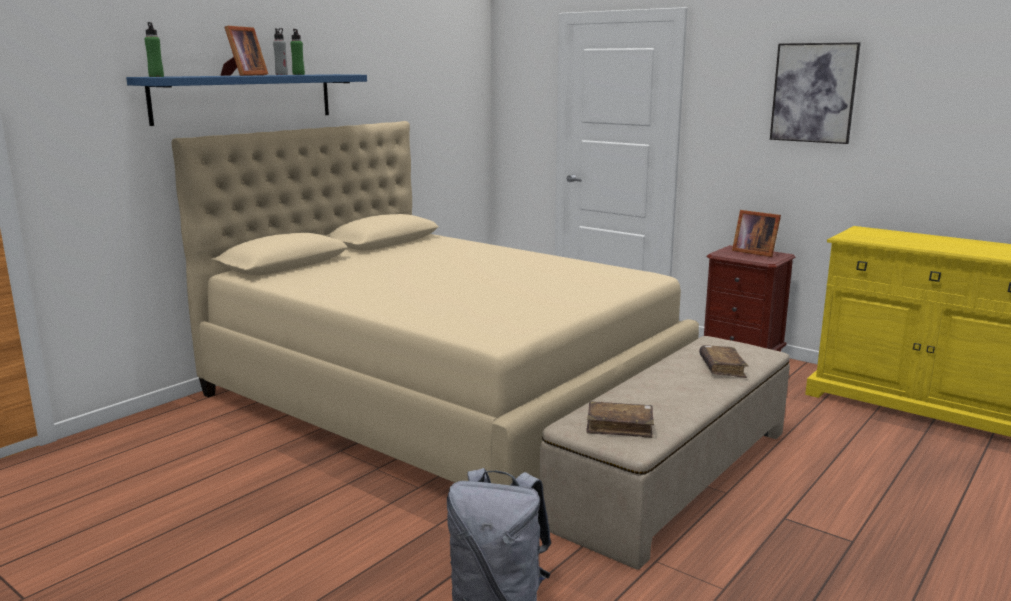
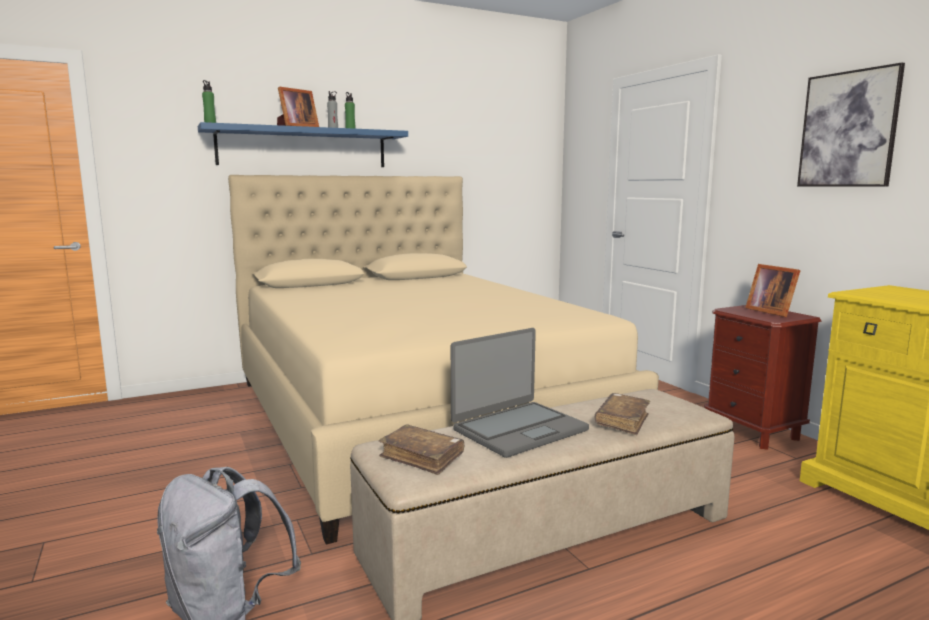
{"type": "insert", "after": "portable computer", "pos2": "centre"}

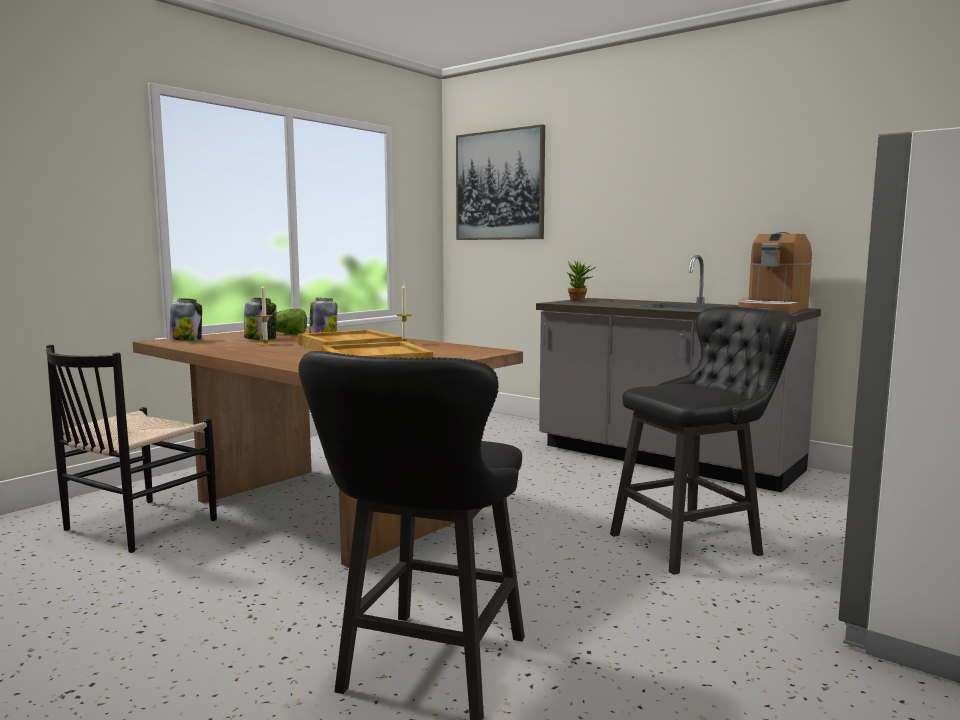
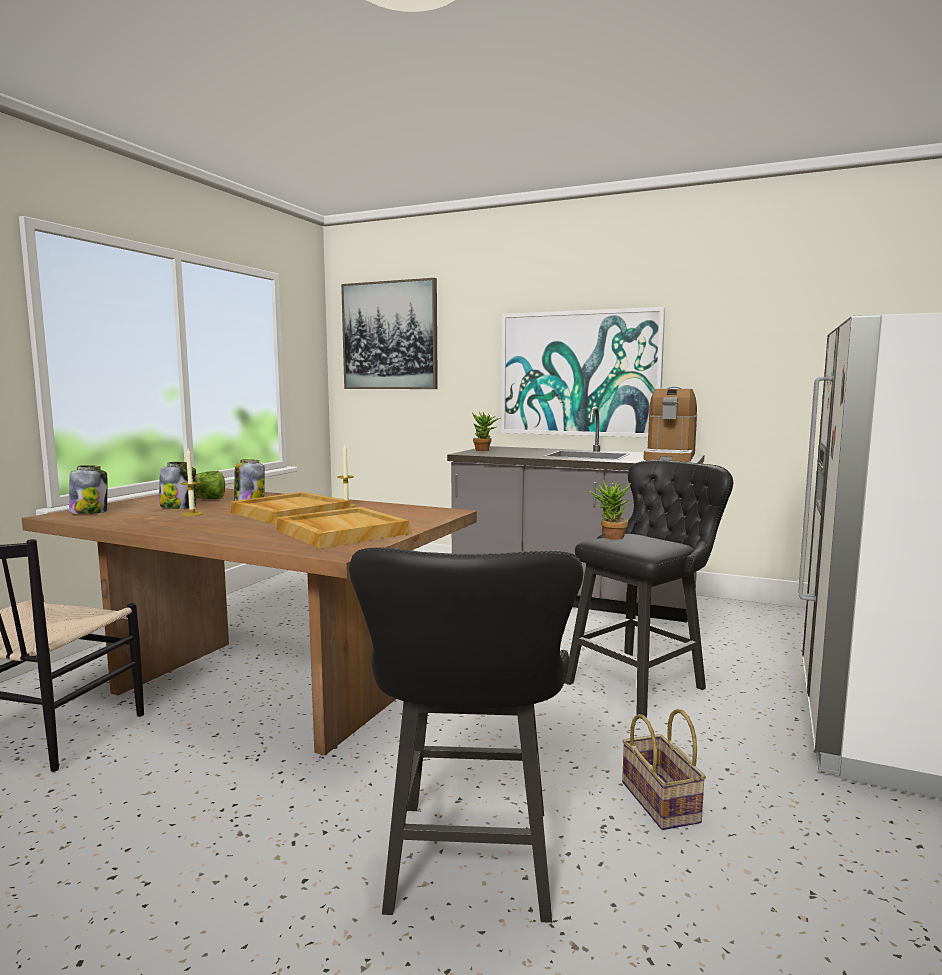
{"type": "insert", "after": "wall picture (2nd from left)", "pos2": "centre"}
{"type": "insert", "after": "potted plant (2nd from left)", "pos2": "centre"}
{"type": "insert", "after": "basket", "pos2": "bottom right"}

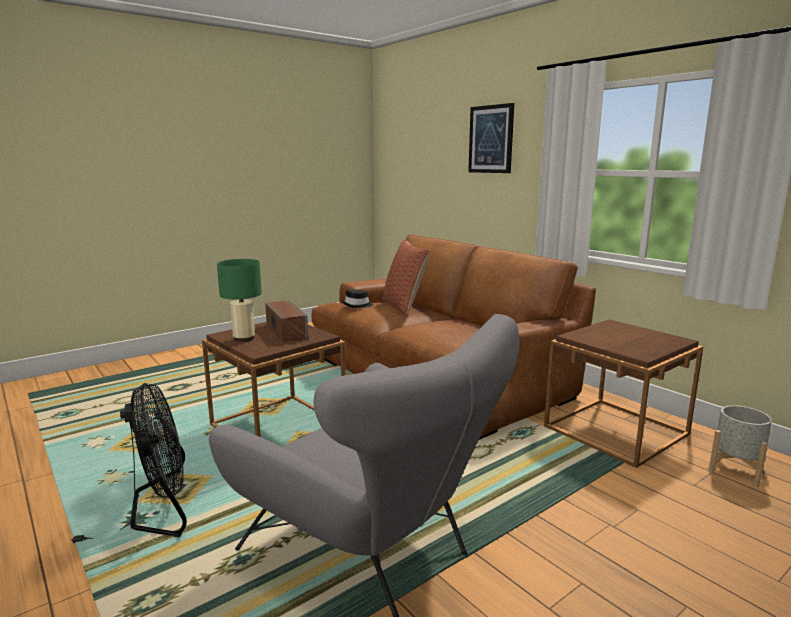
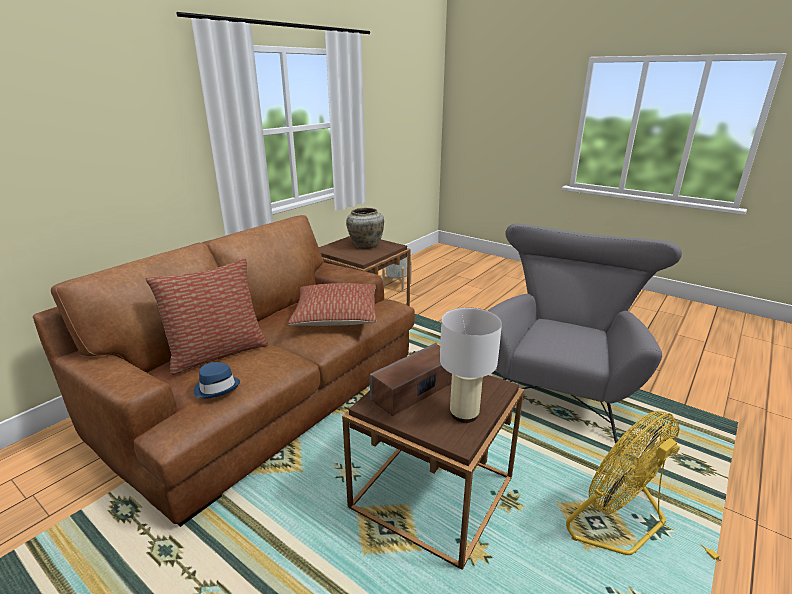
{"type": "recolor", "before": "clothing hat in black-coloured", "after": "clothing hat in blue-coloured", "pos1": "centre", "pos2": "middle left"}
{"type": "insert", "after": "throw pillow (2nd from left)", "pos2": "centre"}
{"type": "insert", "after": "flower vase in beige", "pos2": "centre"}
{"type": "recolor", "before": "lamp for a table in green", "after": "lamp for a table in white", "pos1": "middle left", "pos2": "centre"}
{"type": "recolor", "before": "electric fan in black-coloured", "after": "electric fan in yellowish", "pos1": "bottom left", "pos2": "bottom right"}
{"type": "delete", "before": "wall picture", "pos1": "top centre"}

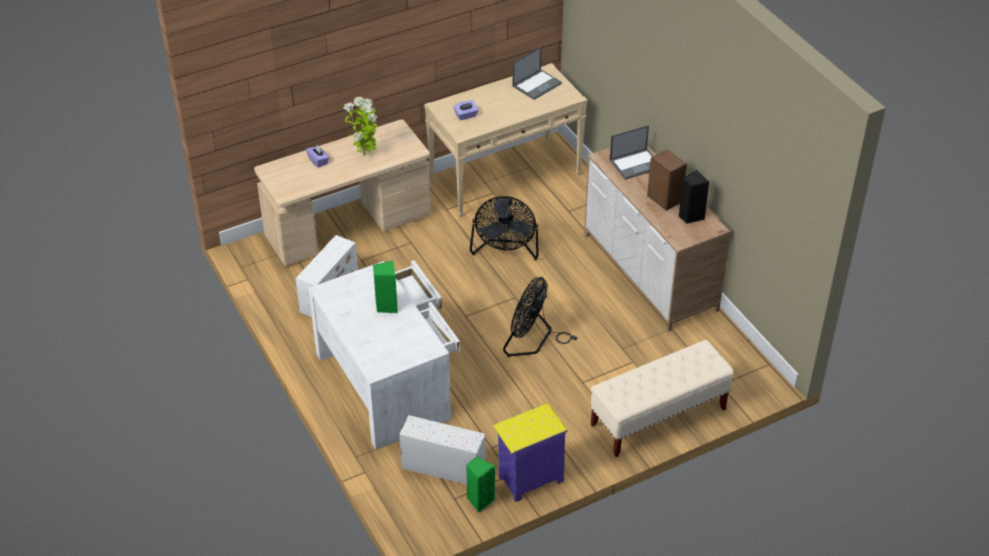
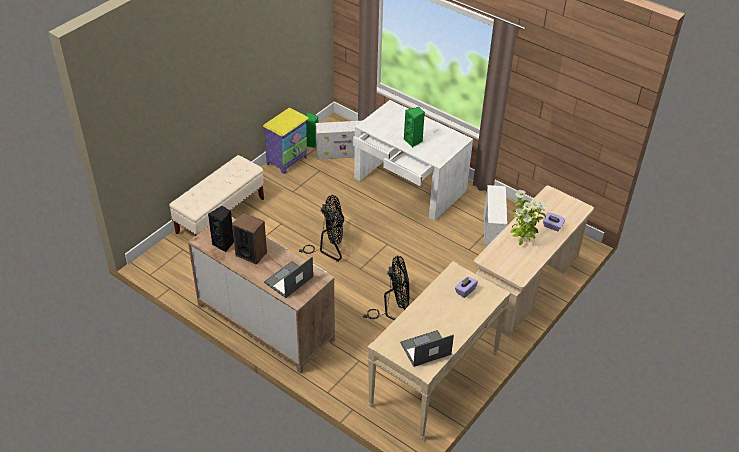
{"type": "rotate", "before": "electric fan in black-coloured (1st from left in the first image)", "pos1": "centre", "pos2": "centre", "turn": 105}
{"type": "rotate", "before": "portable computer (1st from left in the first image)", "pos1": "top centre", "pos2": "bottom centre", "turn": 45}

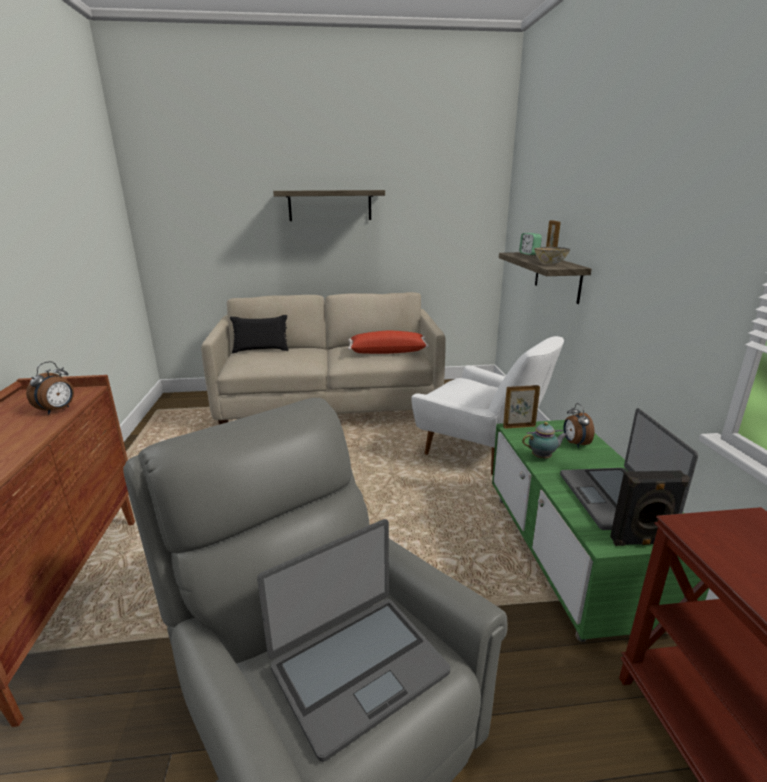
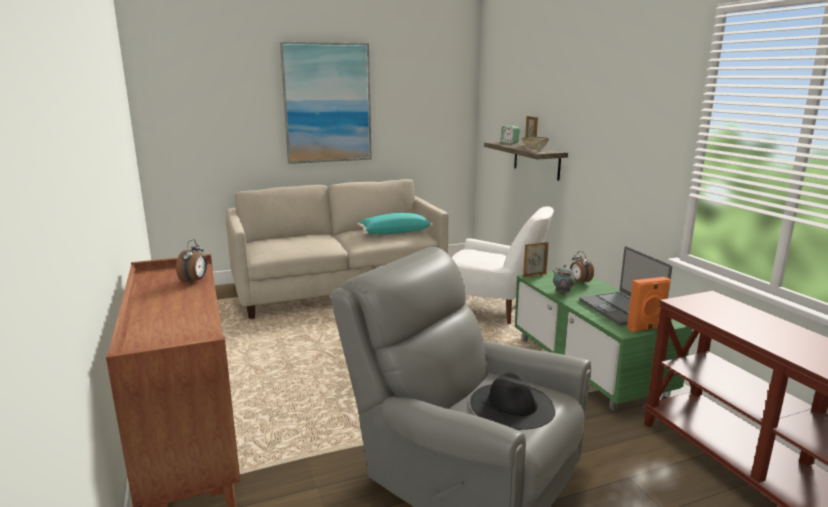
{"type": "replace", "before": "wall shelf (1st from left)", "after": "wall picture", "pos1": "top centre", "pos2": "top centre"}
{"type": "recolor", "before": "throw pillow in reddish", "after": "throw pillow in turquoise", "pos1": "centre", "pos2": "centre"}
{"type": "replace", "before": "portable computer (1st from left)", "after": "clothing hat in black-coloured", "pos1": "bottom centre", "pos2": "bottom centre"}
{"type": "rotate", "before": "tea pot", "pos1": "middle right", "pos2": "middle right", "turn": -90}
{"type": "recolor", "before": "audio speaker in black-coloured", "after": "audio speaker in orange-coloured", "pos1": "middle right", "pos2": "middle right"}
{"type": "delete", "before": "throw pillow in black-coloured", "pos1": "centre"}

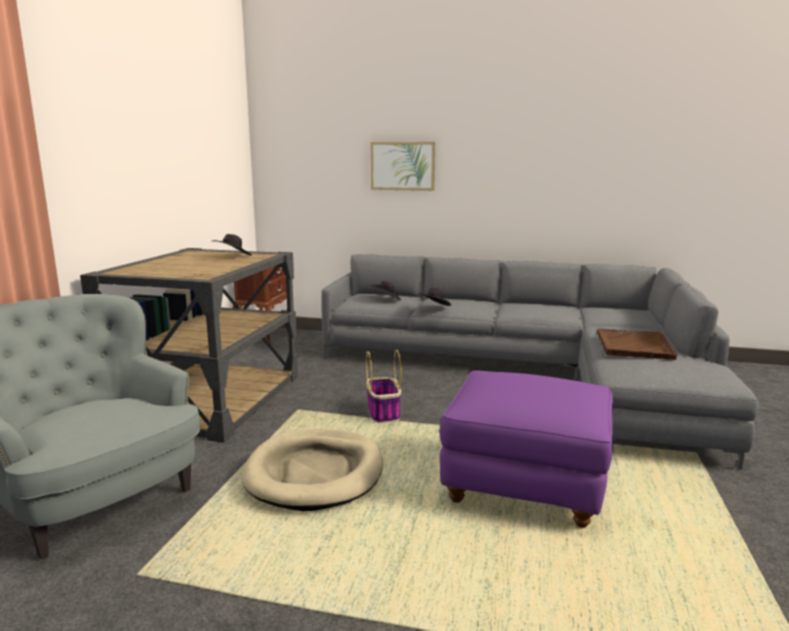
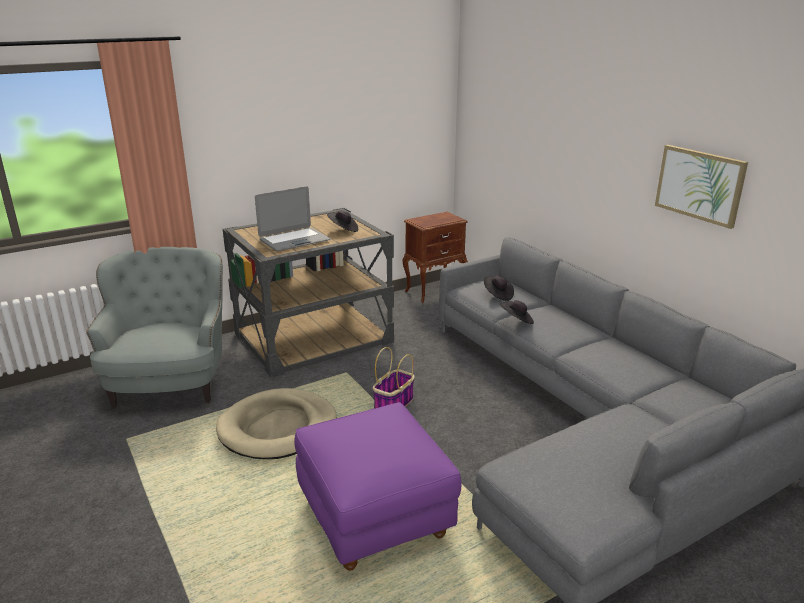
{"type": "insert", "after": "portable computer", "pos2": "centre"}
{"type": "move", "before": "wall picture", "pos1": "top centre", "pos2": "top right"}
{"type": "delete", "before": "serving tray in brown-coloured", "pos1": "middle right"}

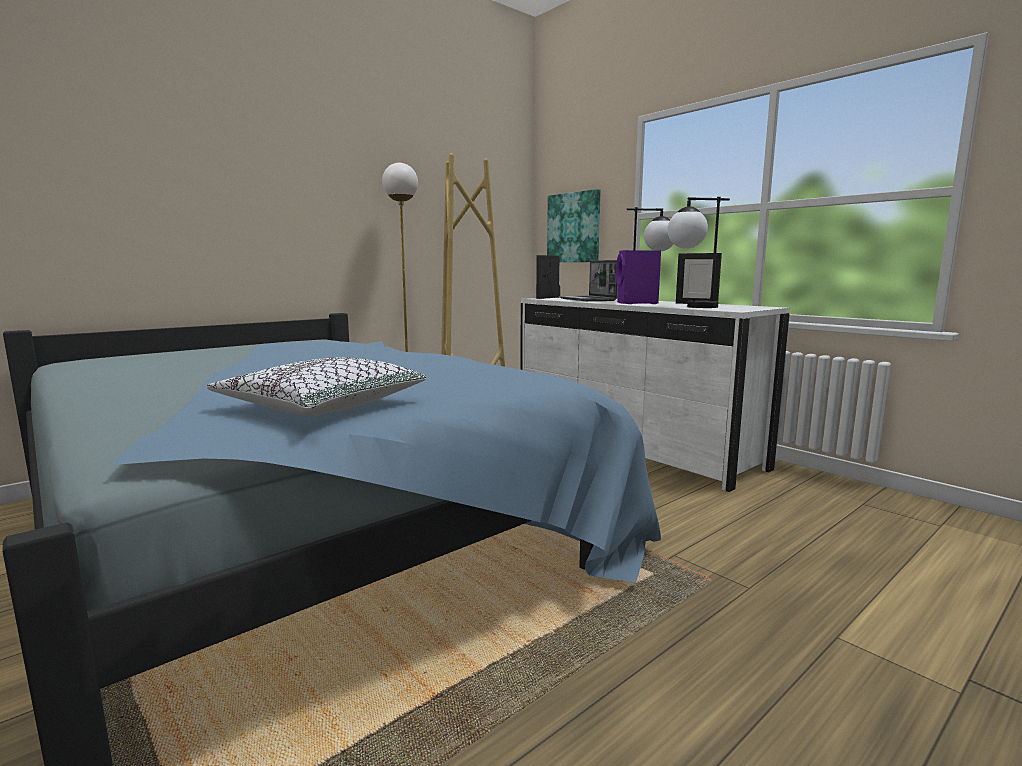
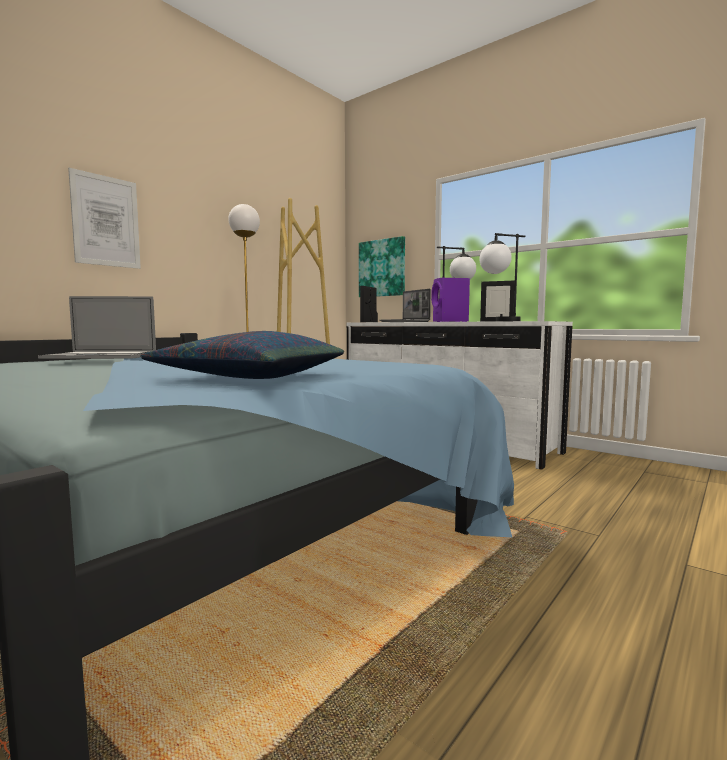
{"type": "insert", "after": "portable computer (1st from left)", "pos2": "middle left"}
{"type": "insert", "after": "wall picture (1st from left)", "pos2": "top left"}
{"type": "recolor", "before": "throw pillow in white", "after": "throw pillow in blue-coloured", "pos1": "middle left", "pos2": "middle left"}

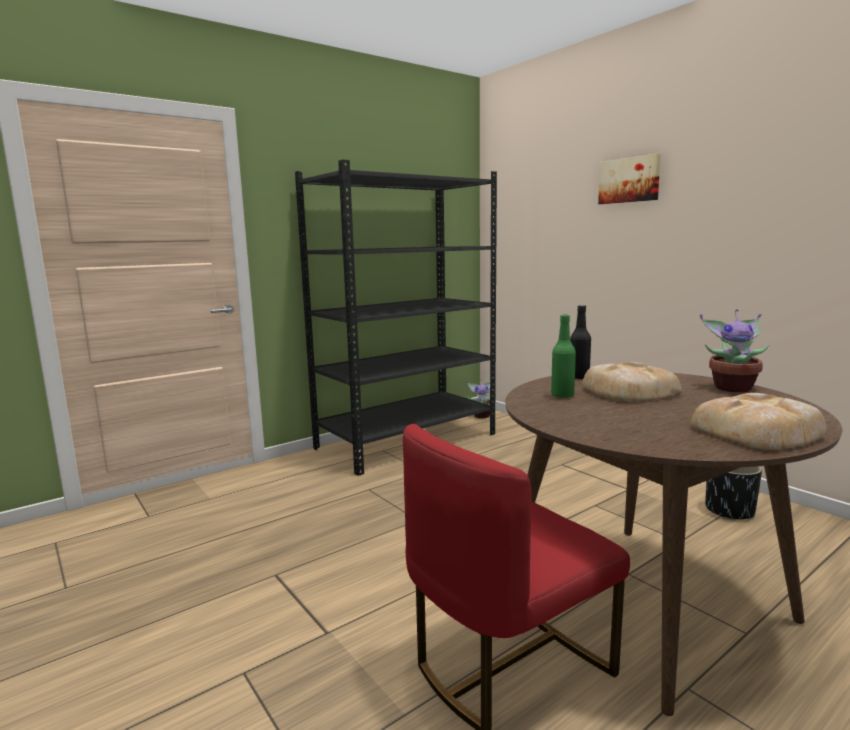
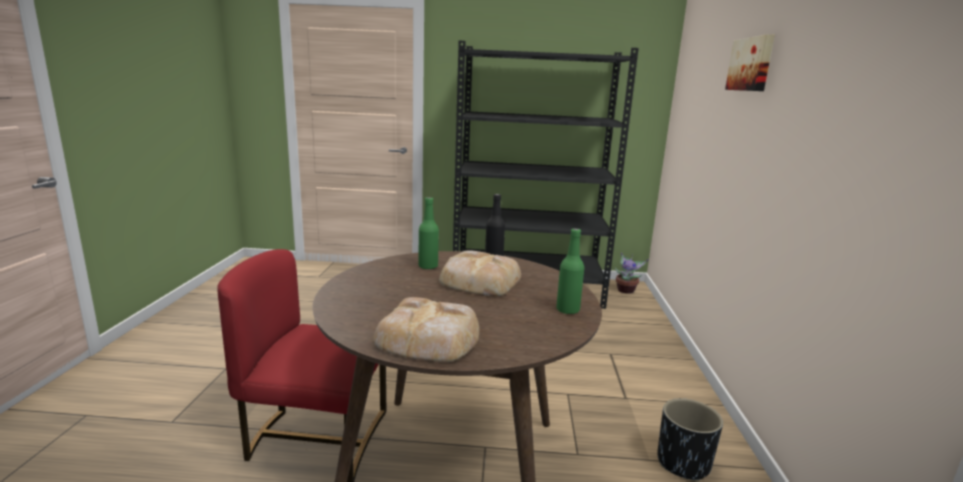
{"type": "replace", "before": "potted plant (2nd from left)", "after": "drink bottle in green (2nd from left)", "pos1": "middle right", "pos2": "centre"}

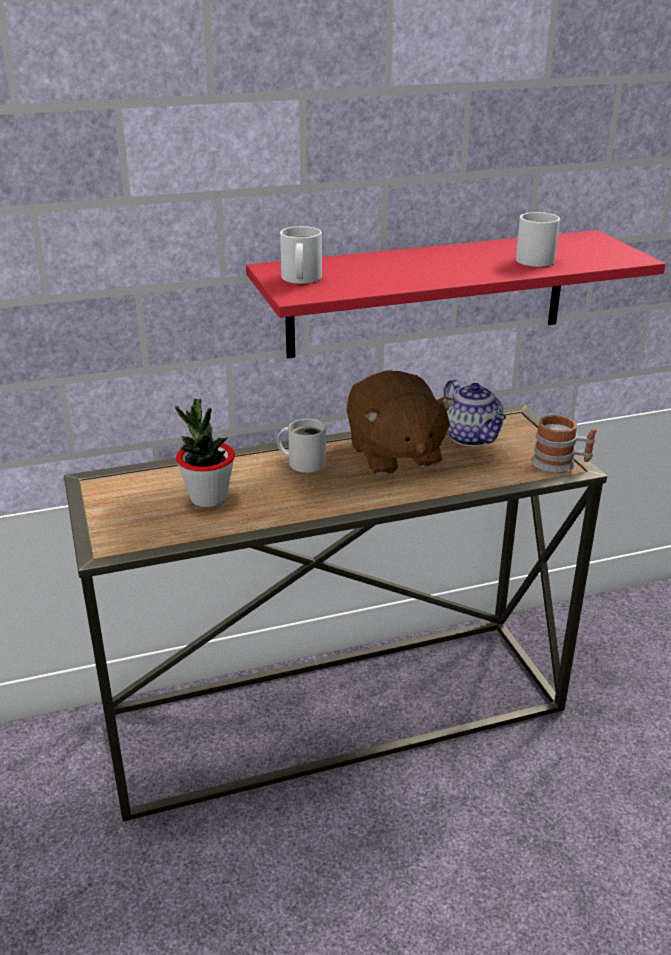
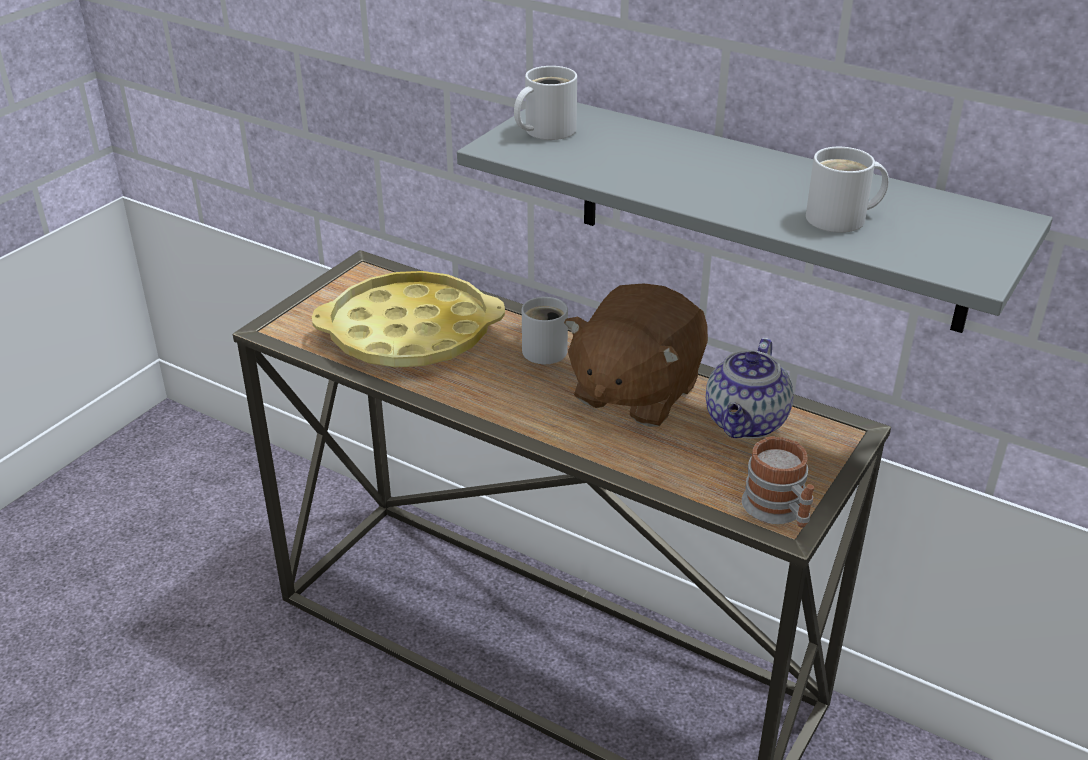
{"type": "replace", "before": "potted plant", "after": "serving tray in yellowish", "pos1": "middle left", "pos2": "centre"}
{"type": "recolor", "before": "wall shelf in reddish", "after": "wall shelf in greyish", "pos1": "top right", "pos2": "top right"}

